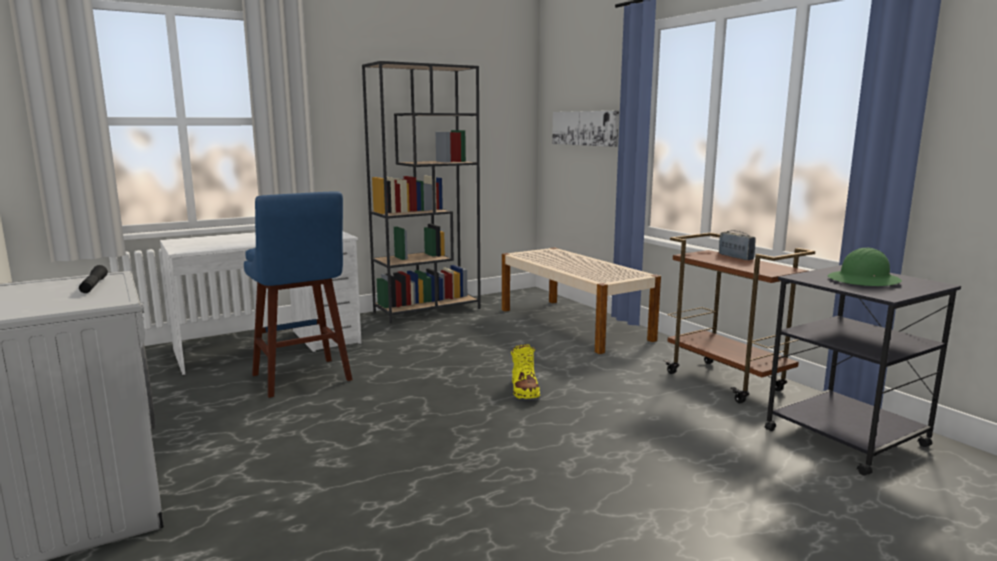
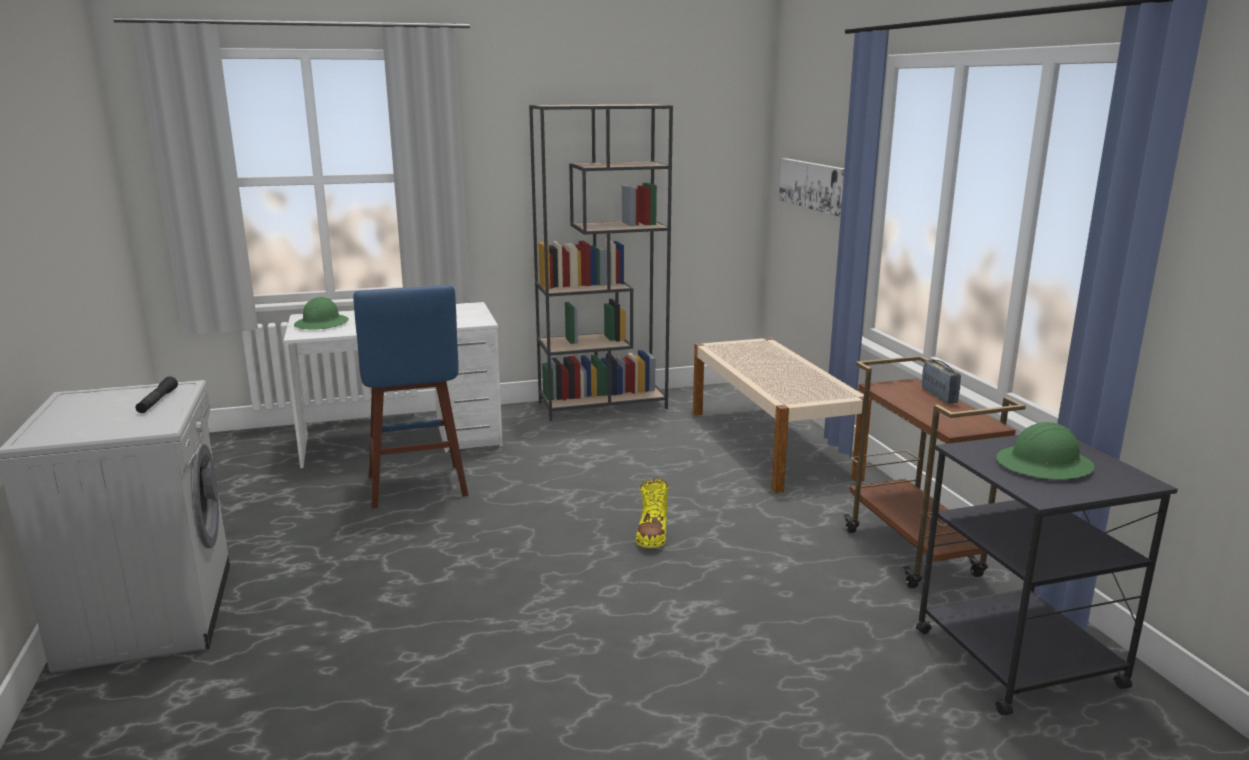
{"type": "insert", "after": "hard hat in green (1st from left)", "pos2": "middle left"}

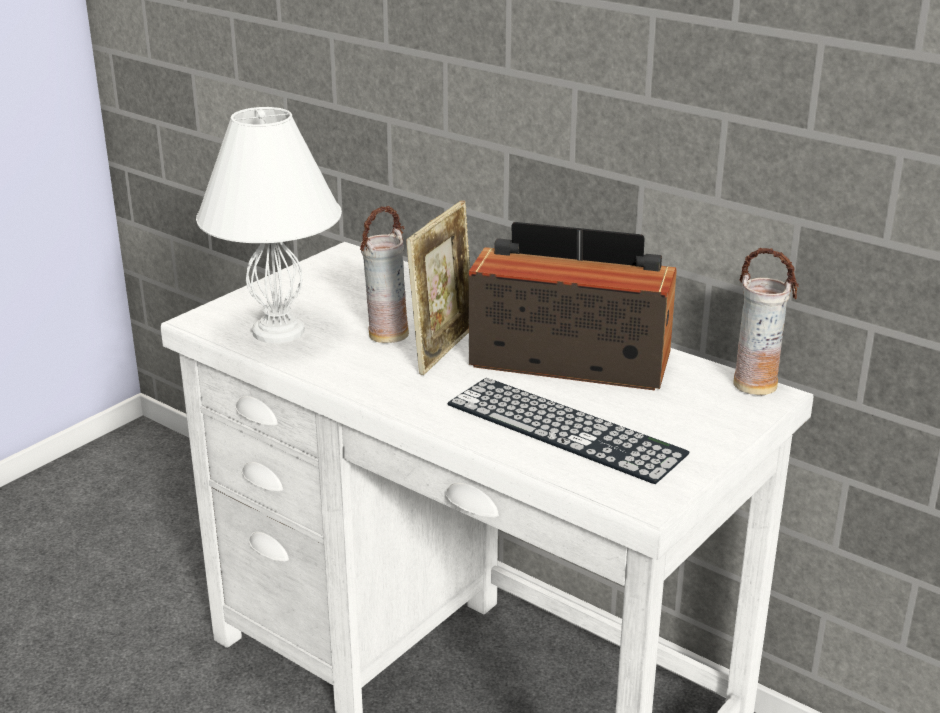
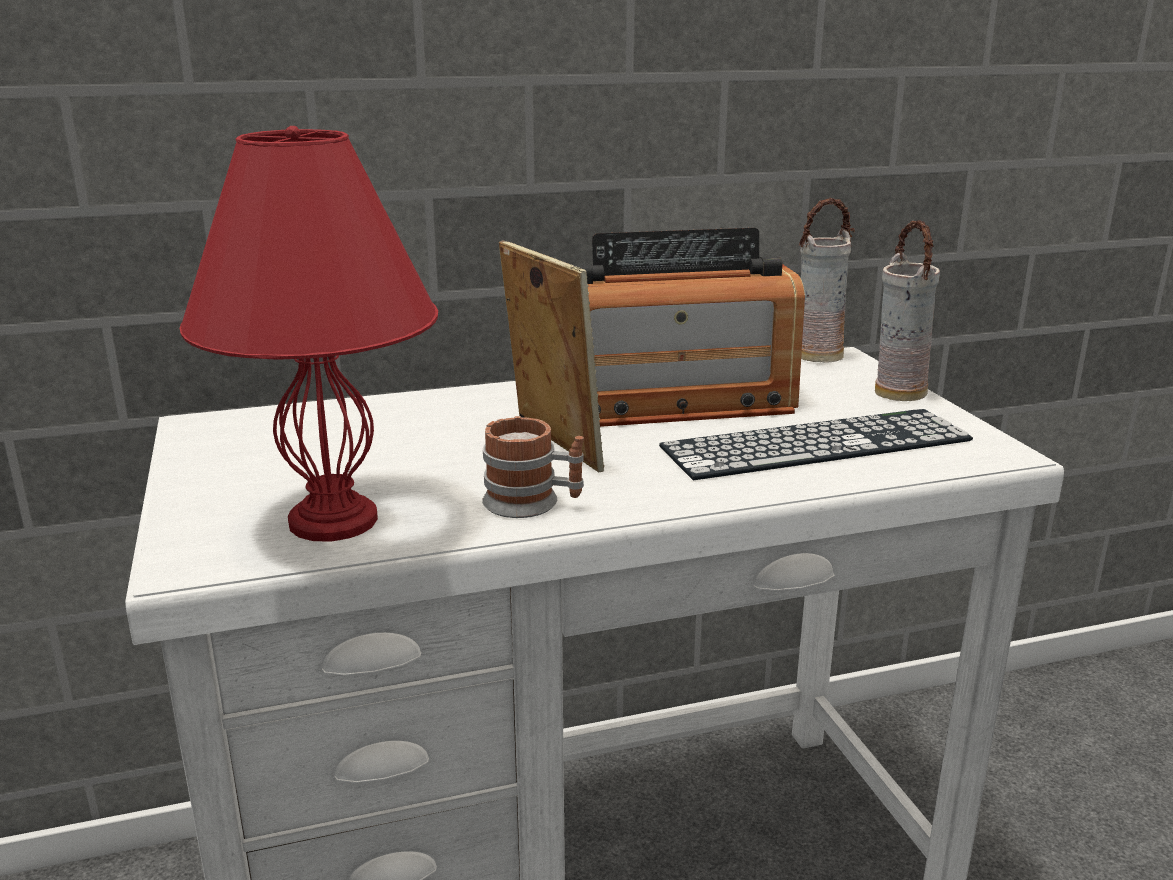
{"type": "recolor", "before": "lamp for a table in white", "after": "lamp for a table in reddish", "pos1": "top left", "pos2": "middle left"}
{"type": "insert", "after": "mug", "pos2": "centre"}
{"type": "rotate", "before": "radio receiver", "pos1": "centre", "pos2": "centre", "turn": -150}
{"type": "move", "before": "flower vase (1st from left in the first image)", "after": "flower vase (2nd from left)", "pos1": "centre", "pos2": "middle right"}

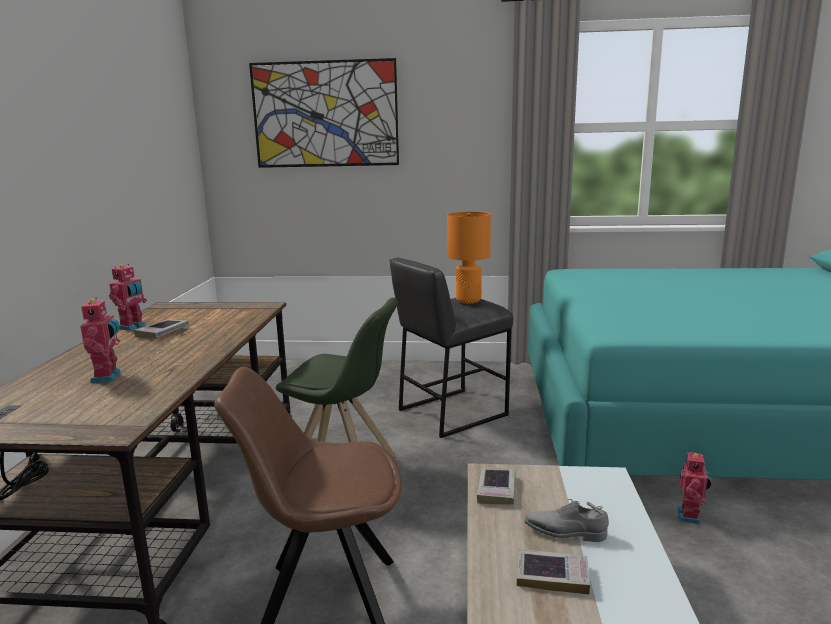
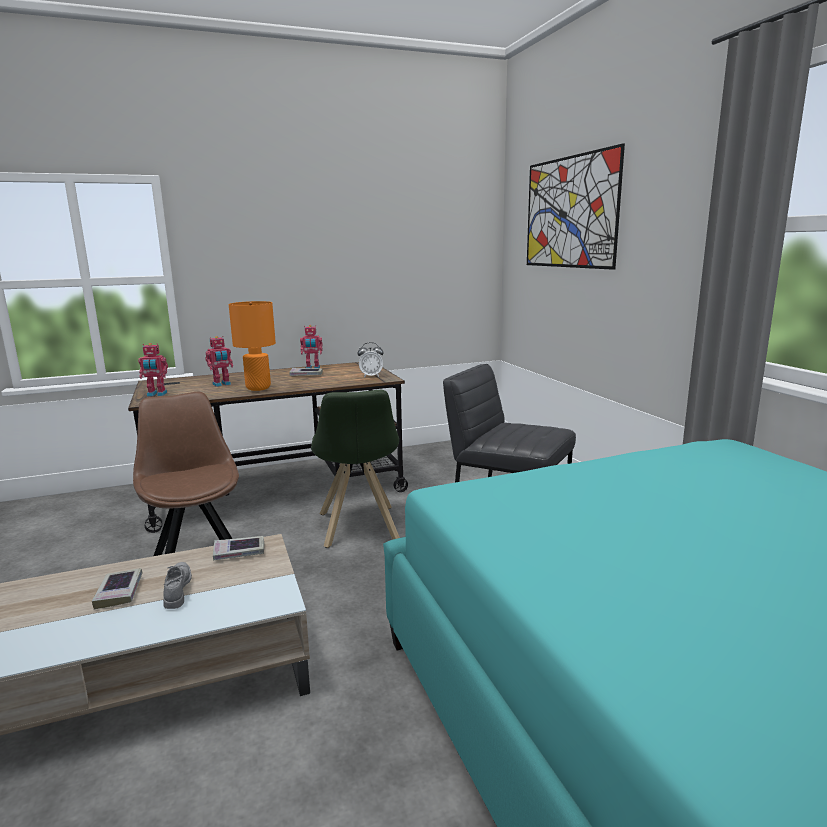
{"type": "move", "before": "robot figure (3rd from left in the first image)", "after": "robot figure (1st from left)", "pos1": "bottom right", "pos2": "middle left"}
{"type": "move", "before": "lamp for a table in orange-coloured", "pos1": "centre", "pos2": "middle left"}
{"type": "insert", "after": "table clock", "pos2": "centre"}

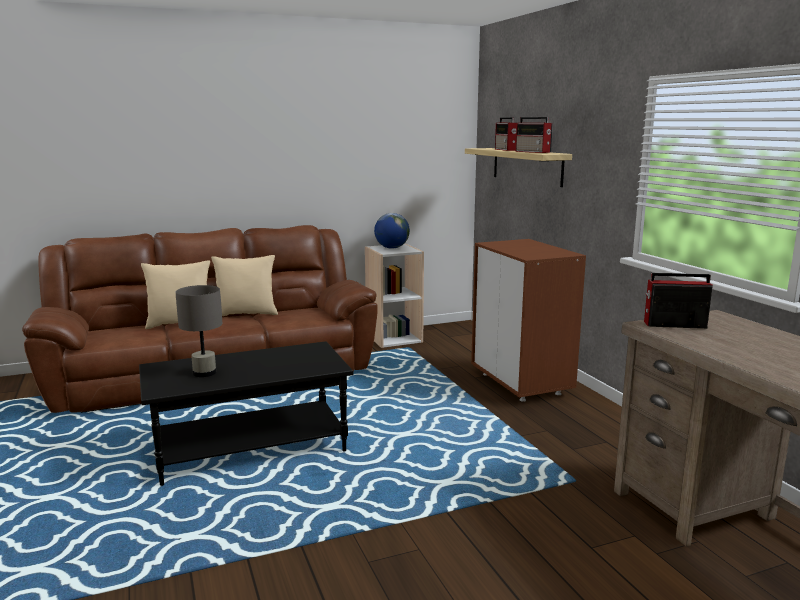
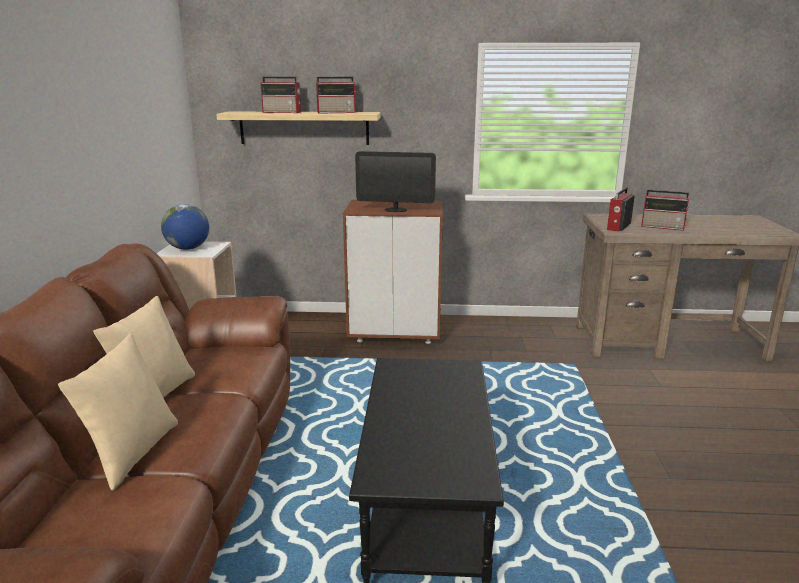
{"type": "insert", "after": "computer screen", "pos2": "top centre"}
{"type": "insert", "after": "radio receiver (4th from left)", "pos2": "middle right"}
{"type": "delete", "before": "lamp for a table in greyish", "pos1": "middle left"}

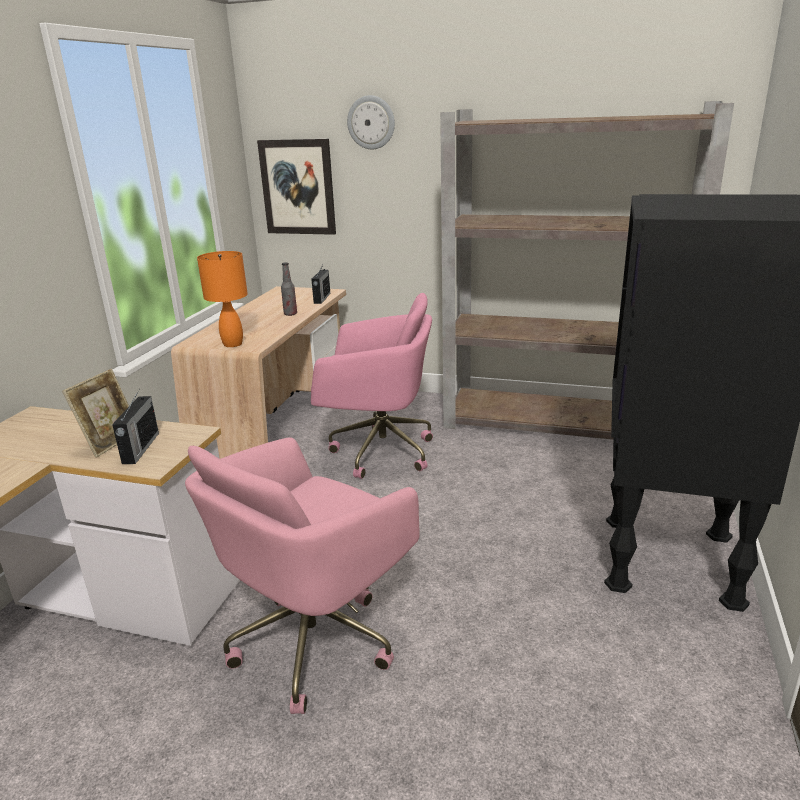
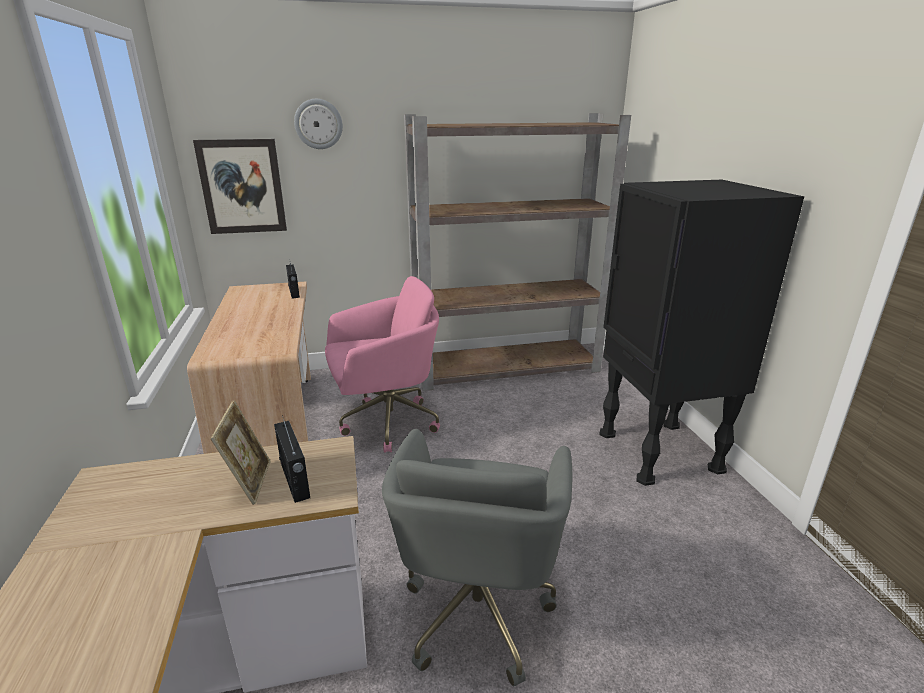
{"type": "recolor", "before": "office chair in pink (1st from left)", "after": "office chair in greyish", "pos1": "bottom centre", "pos2": "bottom centre"}
{"type": "delete", "before": "lamp for a table in orange-coloured", "pos1": "middle left"}
{"type": "delete", "before": "drink bottle", "pos1": "centre"}

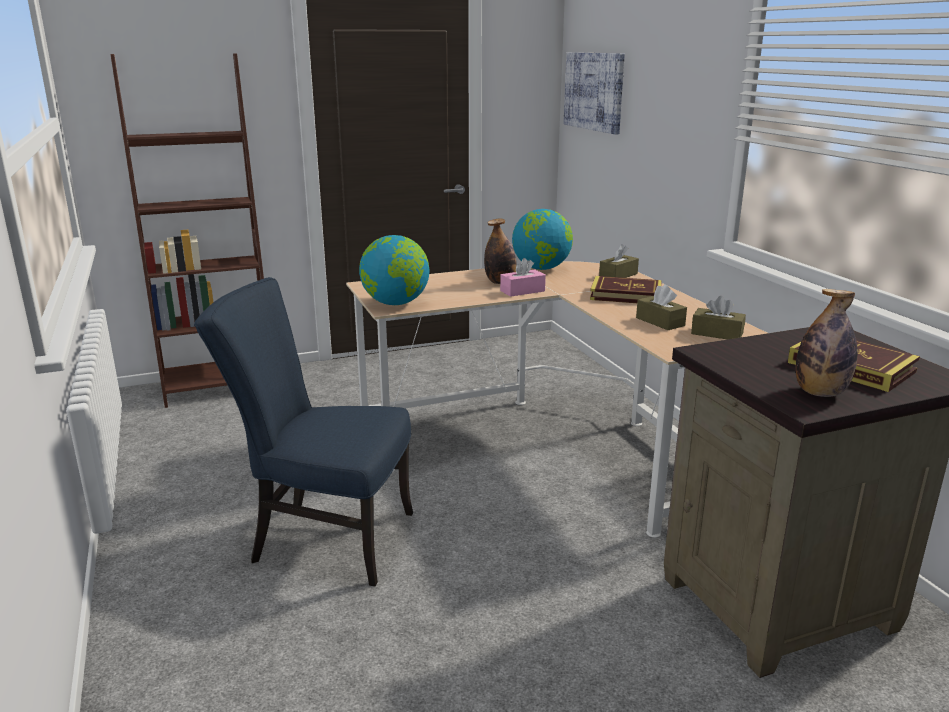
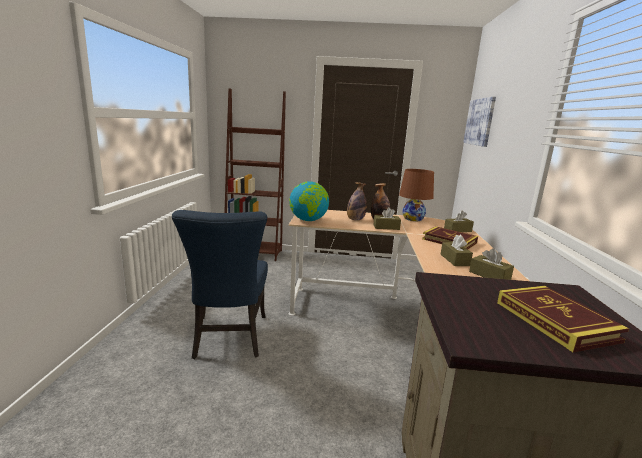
{"type": "rotate", "before": "chair in blue-coloured", "pos1": "middle left", "pos2": "centre", "turn": -135}
{"type": "move", "before": "drink bottle (2nd from left in the first image)", "after": "drink bottle (1st from left)", "pos1": "middle right", "pos2": "centre"}
{"type": "recolor", "before": "tissue box in pink", "after": "tissue box in brown-coloured (1st from left)", "pos1": "centre", "pos2": "centre"}
{"type": "replace", "before": "globe (2nd from left)", "after": "lamp for a table in brown-coloured", "pos1": "centre", "pos2": "centre"}

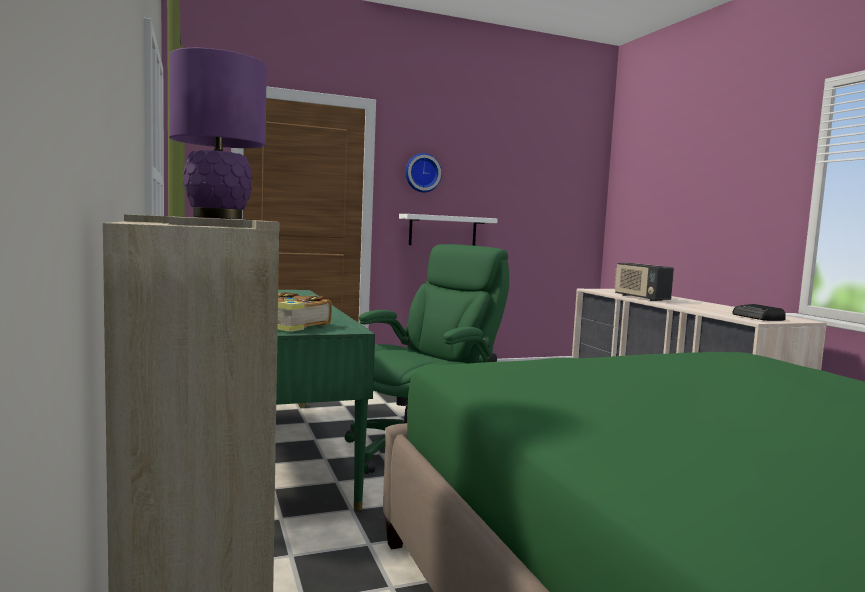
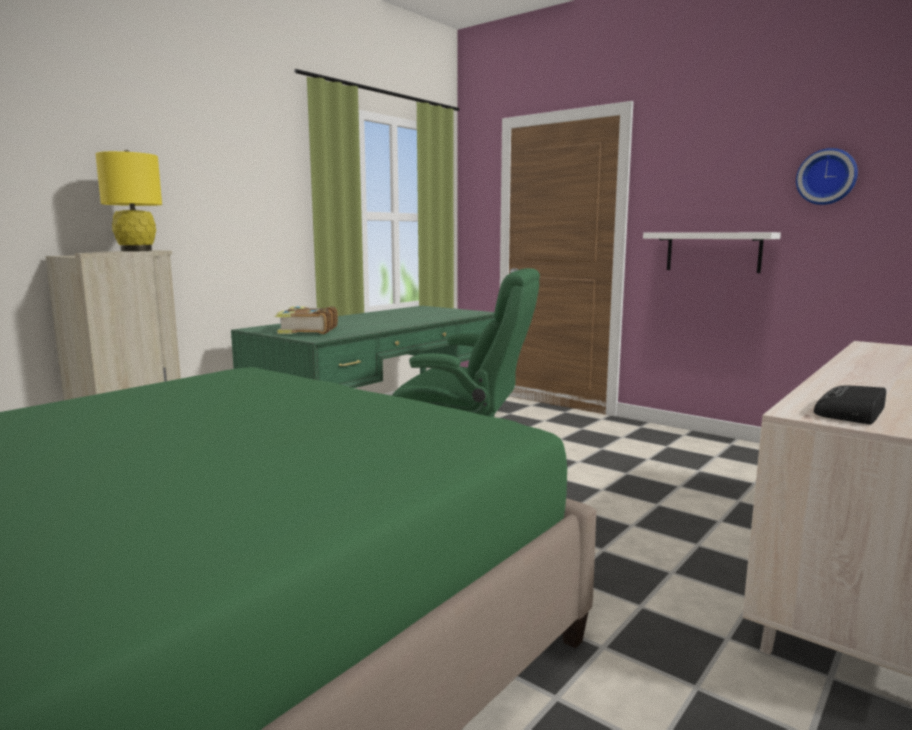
{"type": "recolor", "before": "lamp for a table in purple-coloured", "after": "lamp for a table in yellowish", "pos1": "top left", "pos2": "top left"}
{"type": "move", "before": "wall clock", "pos1": "top centre", "pos2": "top right"}
{"type": "delete", "before": "radio receiver (1st from left)", "pos1": "middle right"}

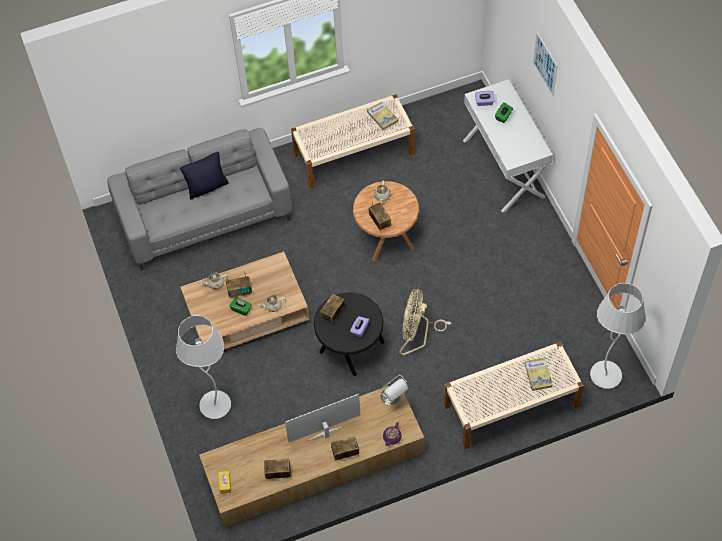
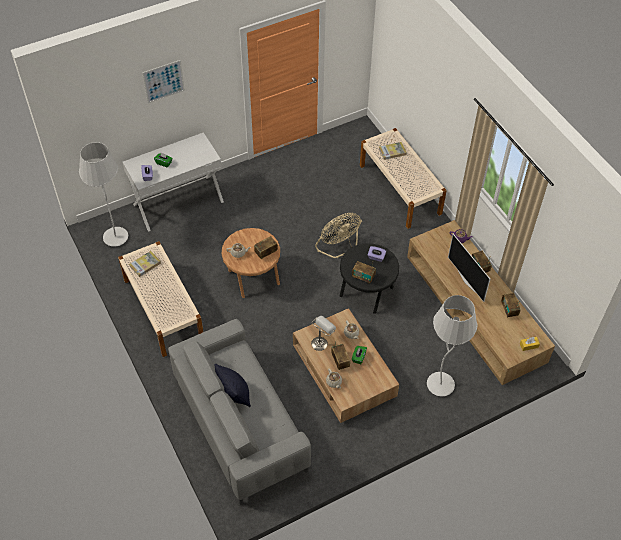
{"type": "move", "before": "standard lamp in white (2nd from left in the first image)", "after": "standard lamp in white (1st from left)", "pos1": "middle right", "pos2": "middle left"}
{"type": "move", "before": "lamp for a table in white", "pos1": "bottom centre", "pos2": "centre"}
{"type": "rotate", "before": "electric fan in beige", "pos1": "centre", "pos2": "centre", "turn": 150}

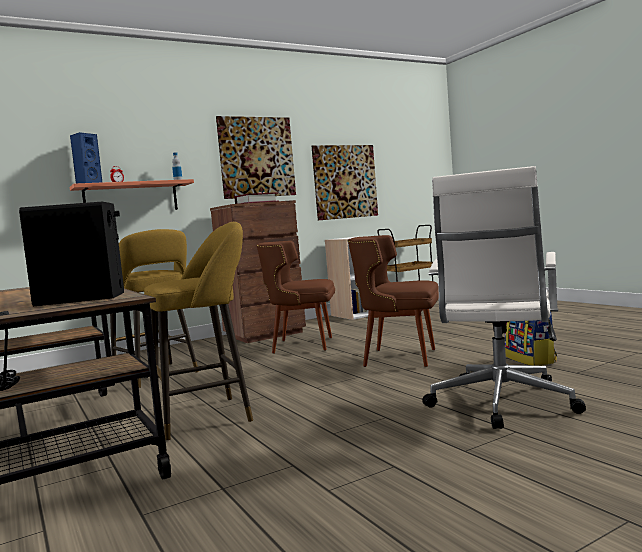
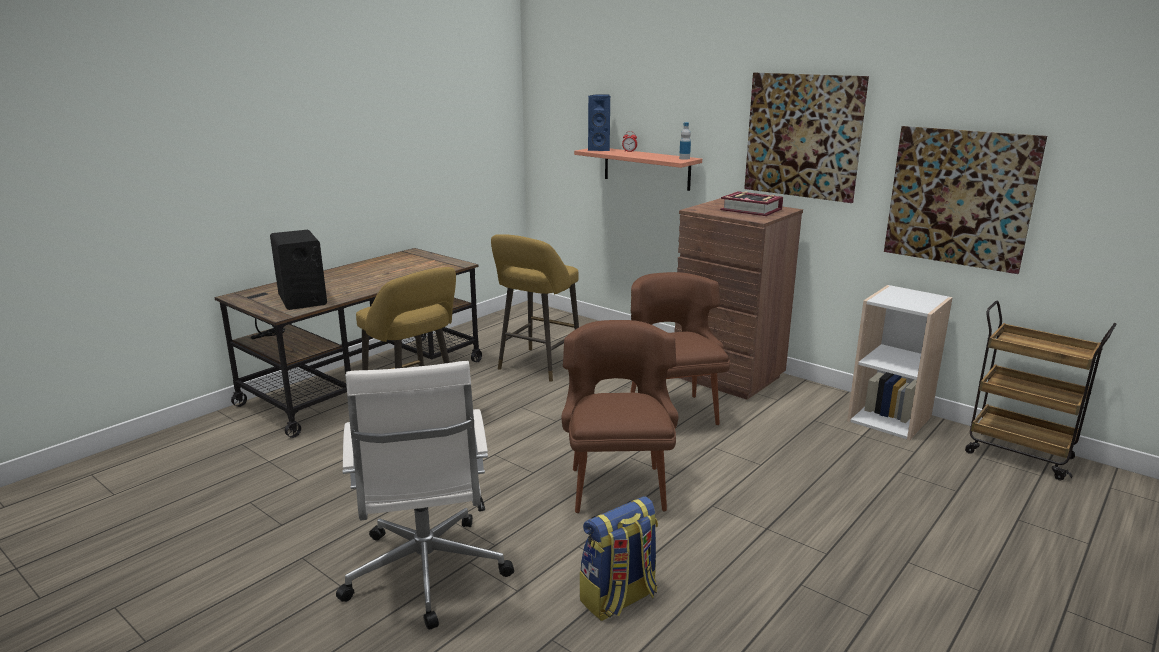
{"type": "rotate", "before": "office chair in white", "pos1": "middle right", "pos2": "bottom centre", "turn": -105}

